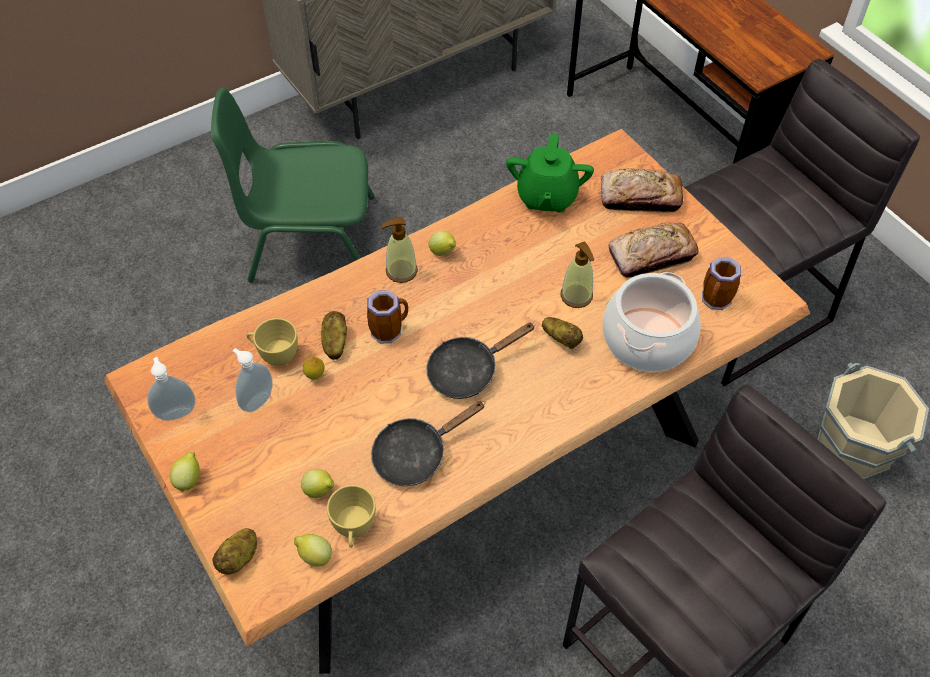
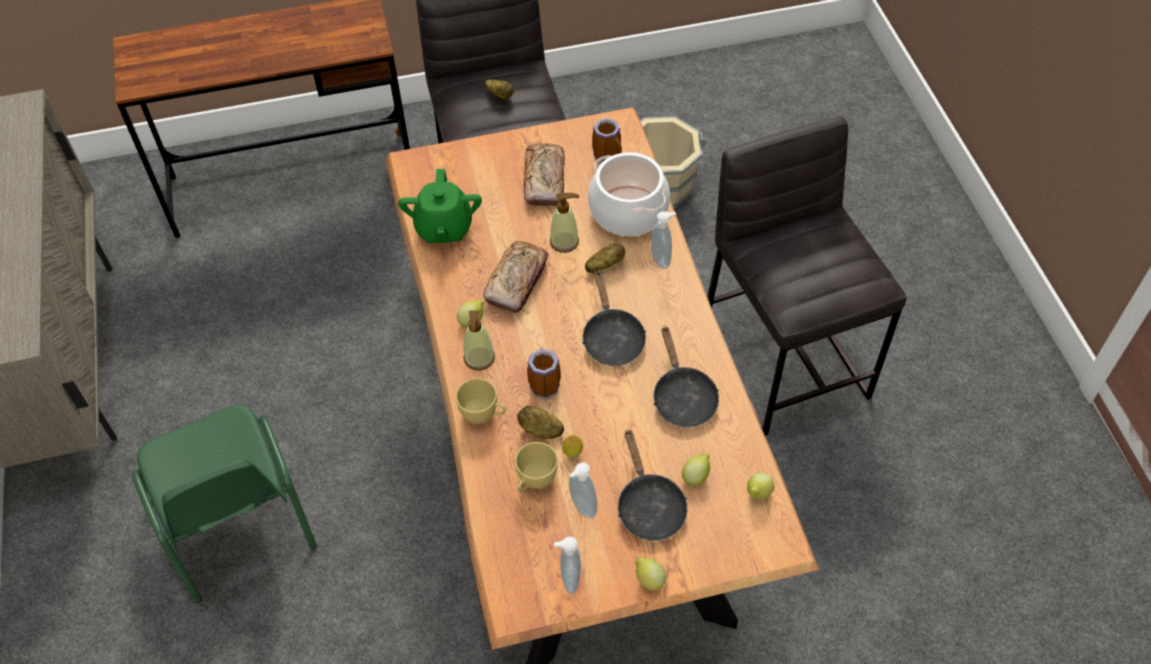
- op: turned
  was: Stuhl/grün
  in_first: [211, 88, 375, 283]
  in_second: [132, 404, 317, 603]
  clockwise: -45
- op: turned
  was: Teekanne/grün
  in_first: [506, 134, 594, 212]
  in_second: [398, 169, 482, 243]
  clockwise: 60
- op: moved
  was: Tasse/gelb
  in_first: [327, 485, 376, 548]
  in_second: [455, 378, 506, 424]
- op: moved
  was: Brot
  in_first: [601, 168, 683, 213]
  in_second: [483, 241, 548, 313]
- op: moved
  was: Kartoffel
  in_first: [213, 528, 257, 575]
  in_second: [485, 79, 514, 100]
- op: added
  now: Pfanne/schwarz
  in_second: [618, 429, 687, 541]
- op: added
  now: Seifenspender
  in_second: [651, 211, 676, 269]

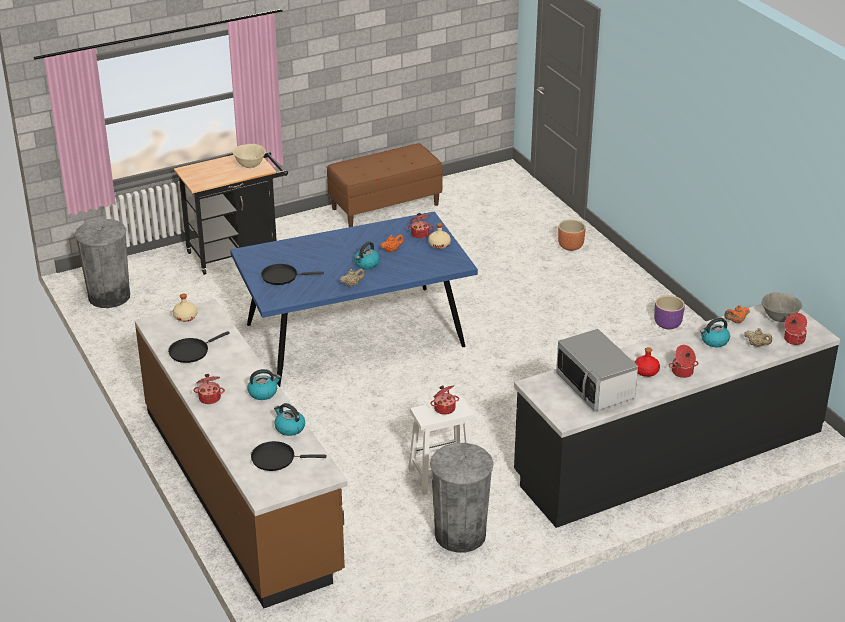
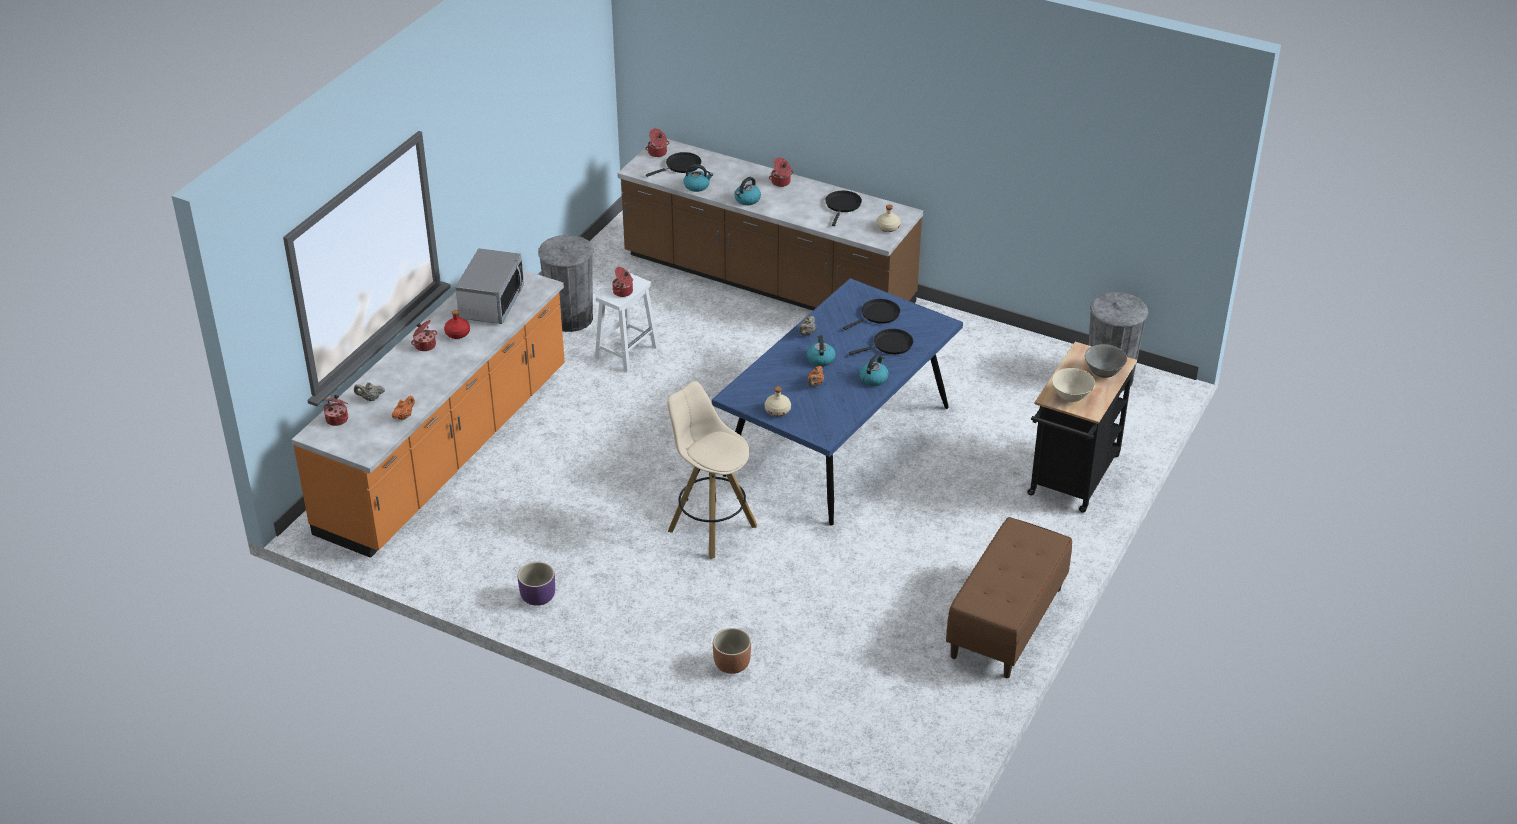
- op: recoloured
  was: Küchenzeile/schwarz
  now: Küchenzeile/orange
  in_first: [514, 304, 840, 528]
  in_second: [292, 270, 565, 558]
- op: turned
  was: Mikrowelle
  in_first: [556, 329, 638, 411]
  in_second: [455, 248, 524, 324]
  clockwise: 75
- op: moved
  was: Kochtopf
  in_first: [407, 213, 434, 239]
  in_second: [645, 128, 669, 157]
- op: added
  now: Hocker/beige
  in_second: [667, 381, 757, 559]
- op: added
  now: Pfanne/schwarz
  in_second: [849, 329, 913, 355]
- op: moved
  was: Wasserkessel
  in_first: [700, 318, 730, 347]
  in_second: [859, 354, 889, 386]
- op: moved
  was: Schüssel/grau
  in_first: [762, 292, 802, 322]
  in_second: [1085, 344, 1127, 378]

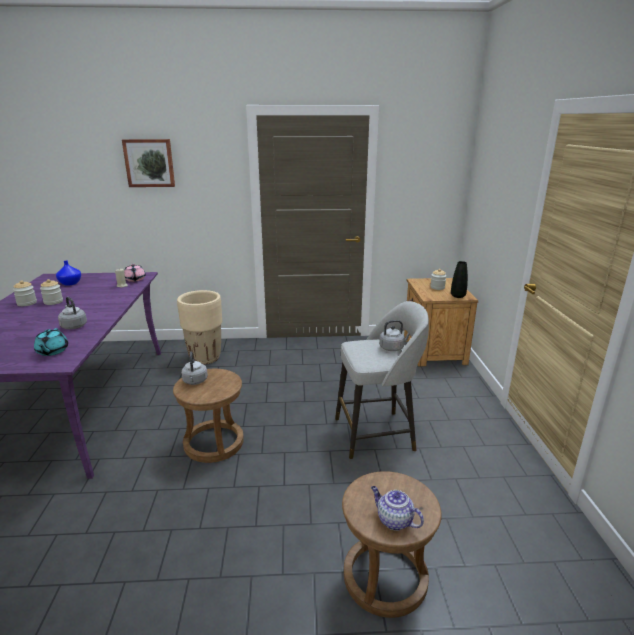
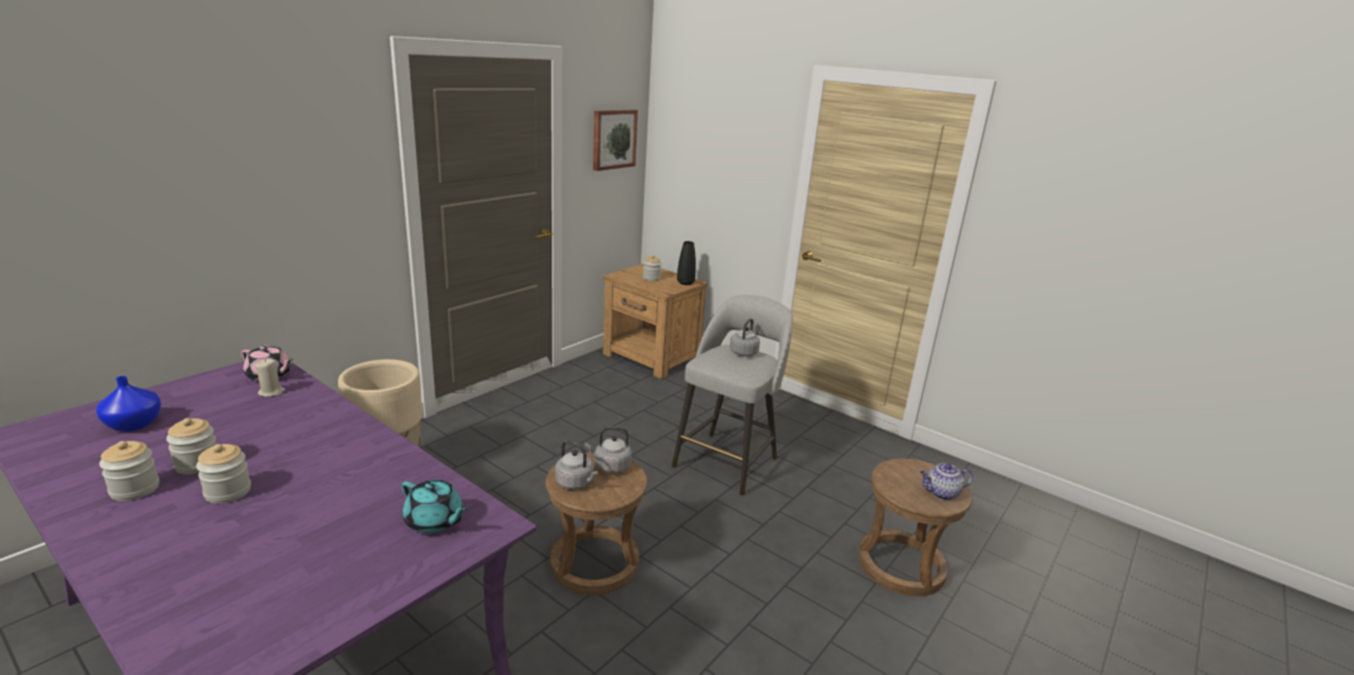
- op: added
  now: Vorratsglas
  in_second: [196, 444, 251, 504]
- op: moved
  was: Wasserkessel/grau
  in_first: [58, 297, 87, 329]
  in_second: [585, 426, 632, 474]
- op: moved
  was: Bild
  in_first: [122, 139, 175, 187]
  in_second: [593, 109, 638, 171]

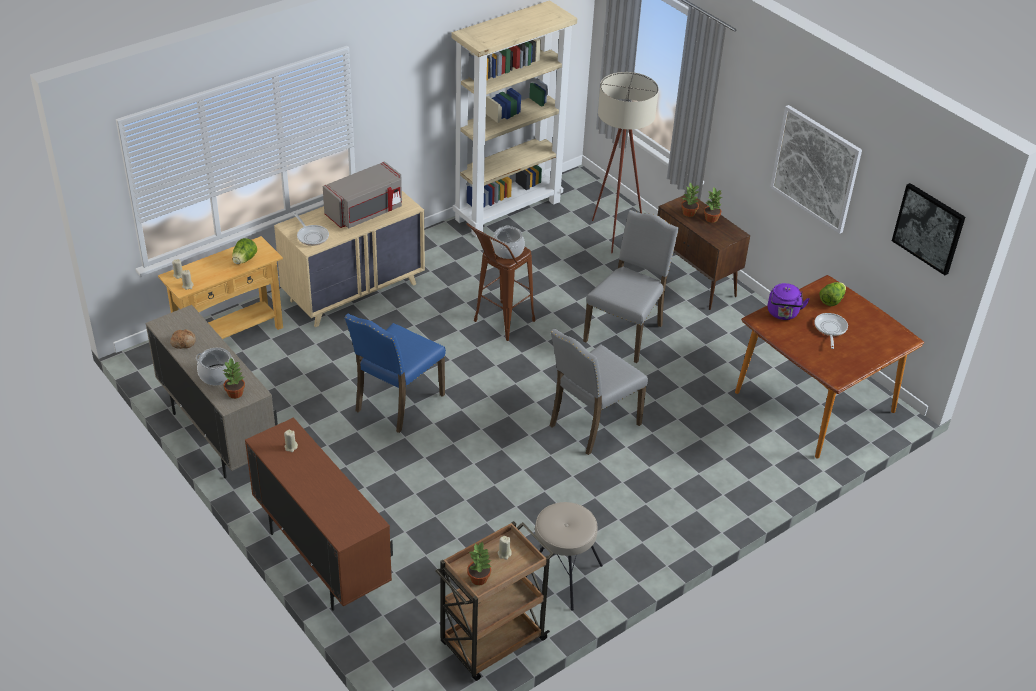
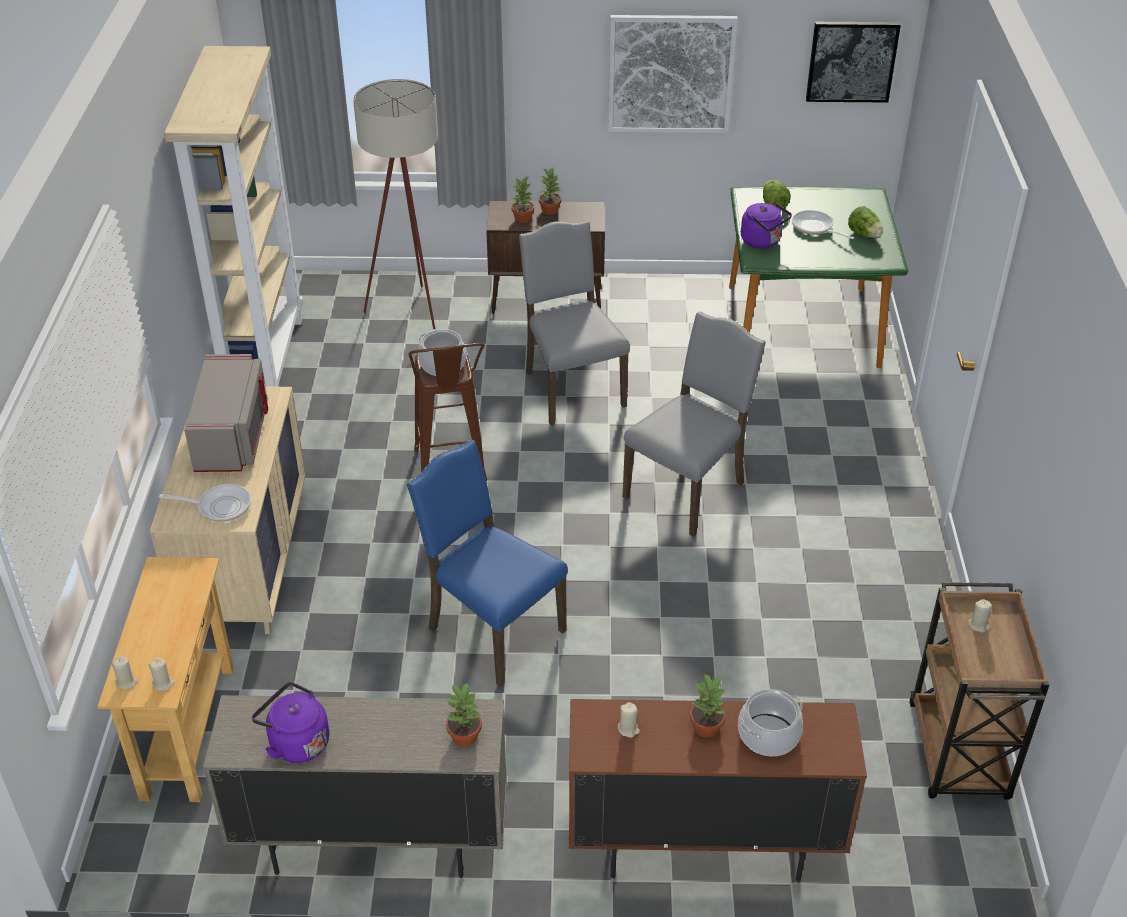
- op: replaced
  was: Brot
  now: Wasserkessel/lila
  in_first: [170, 329, 196, 349]
  in_second: [252, 682, 329, 763]
- op: turned
  was: Stuhl/blau
  in_first: [345, 314, 446, 433]
  in_second: [407, 440, 568, 687]
  clockwise: 150
- op: turned
  was: Stuhl/grau
  in_first: [550, 328, 648, 455]
  in_second: [622, 311, 766, 537]
  clockwise: -135
- op: moved
  was: Topfpflanze
  in_first: [467, 541, 492, 585]
  in_second: [690, 673, 726, 738]
- op: recoloured
  was: Esstisch/braun
  now: Esstisch/grün
  in_first: [735, 275, 924, 459]
  in_second: [729, 186, 909, 368]
- op: moved
  was: Kochtopf
  in_first: [196, 348, 235, 386]
  in_second: [738, 689, 803, 756]
- op: moved
  was: Salatkopf
  in_first: [232, 238, 257, 264]
  in_second: [848, 206, 883, 238]
- op: removed
  was: Hocker/beige
  in_first: [526, 502, 603, 611]

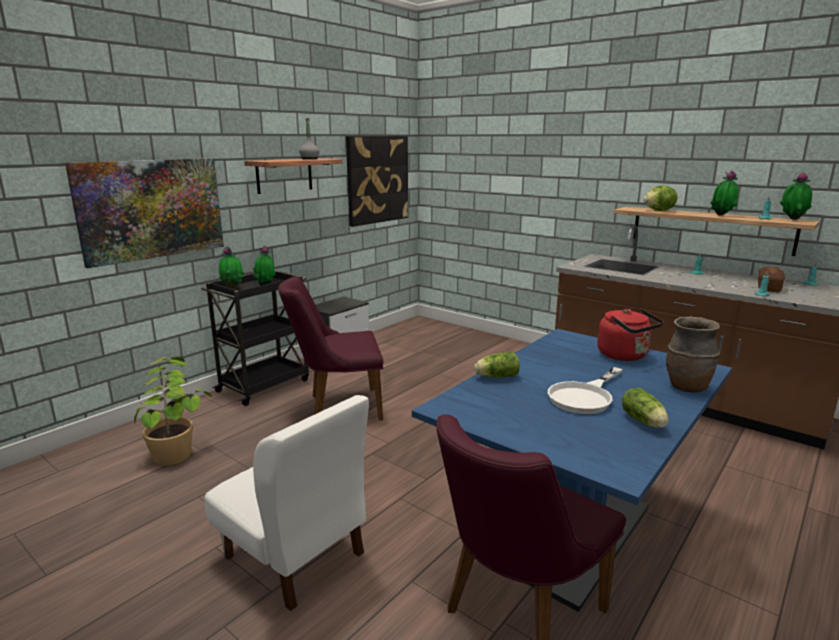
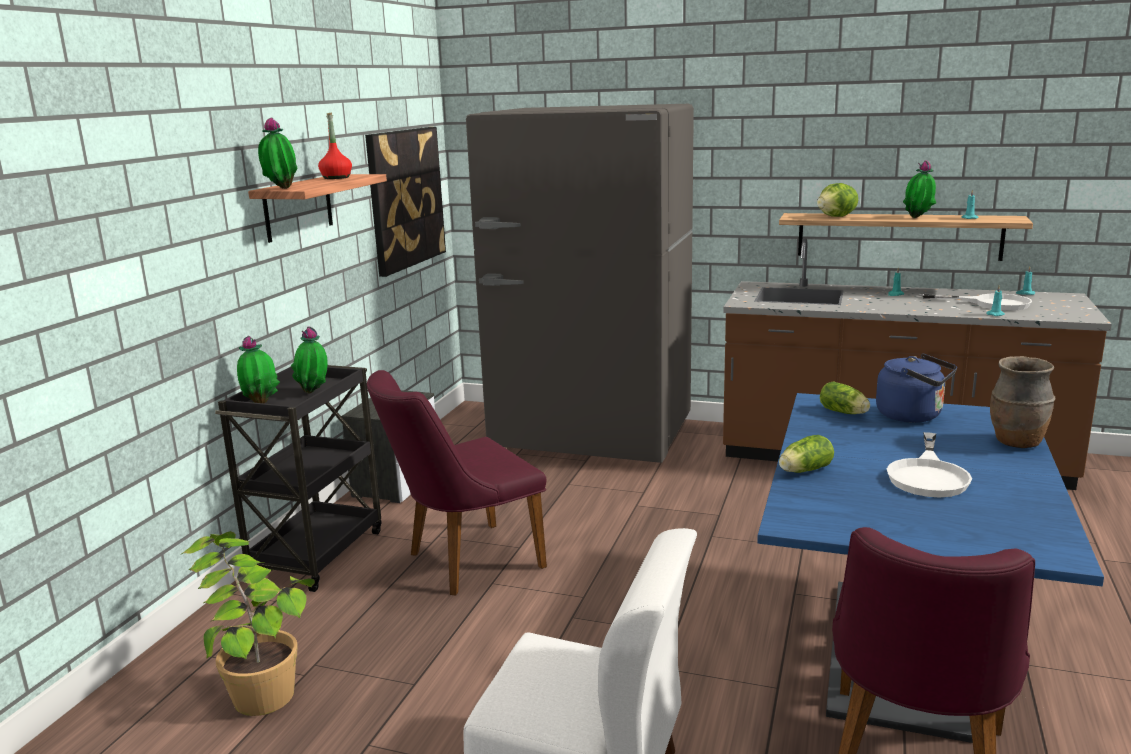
- op: moved
  was: Topfpflanze
  in_first: [780, 172, 812, 220]
  in_second: [258, 117, 297, 189]
- op: recoloured
  was: Flasche/grau
  now: Flasche/rot
  in_first: [299, 118, 320, 159]
  in_second: [318, 113, 352, 179]
- op: added
  now: Kühlschrank/grau
  in_second: [466, 104, 694, 463]
- op: moved
  was: Salatkopf
  in_first: [622, 388, 669, 428]
  in_second: [820, 381, 870, 414]
- op: recoloured
  was: Wasserkessel/rot
  now: Wasserkessel/blau
  in_first: [597, 309, 664, 361]
  in_second: [876, 353, 957, 423]
- op: replaced
  was: Brot
  now: Pfanne/weiß
  in_first: [758, 267, 785, 292]
  in_second: [922, 293, 1032, 311]
- op: removed
  was: Bild
  in_first: [65, 158, 224, 268]

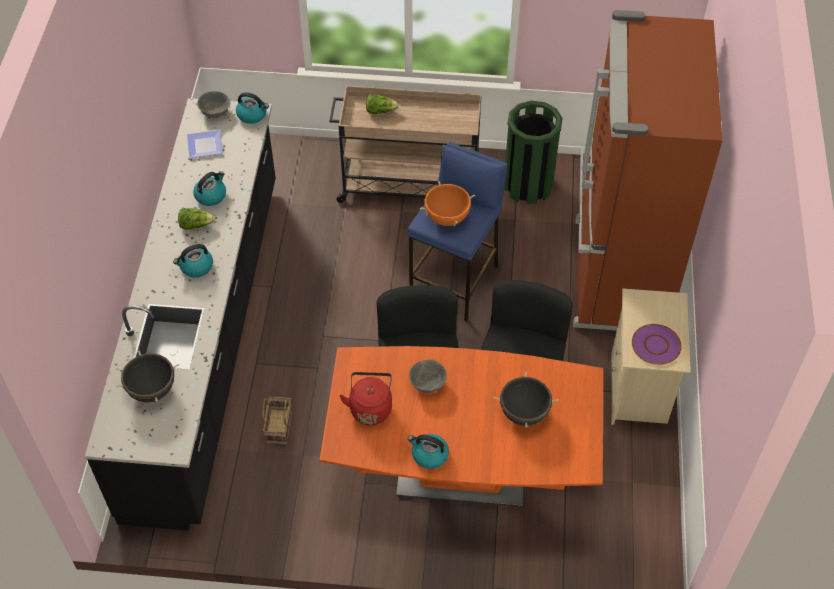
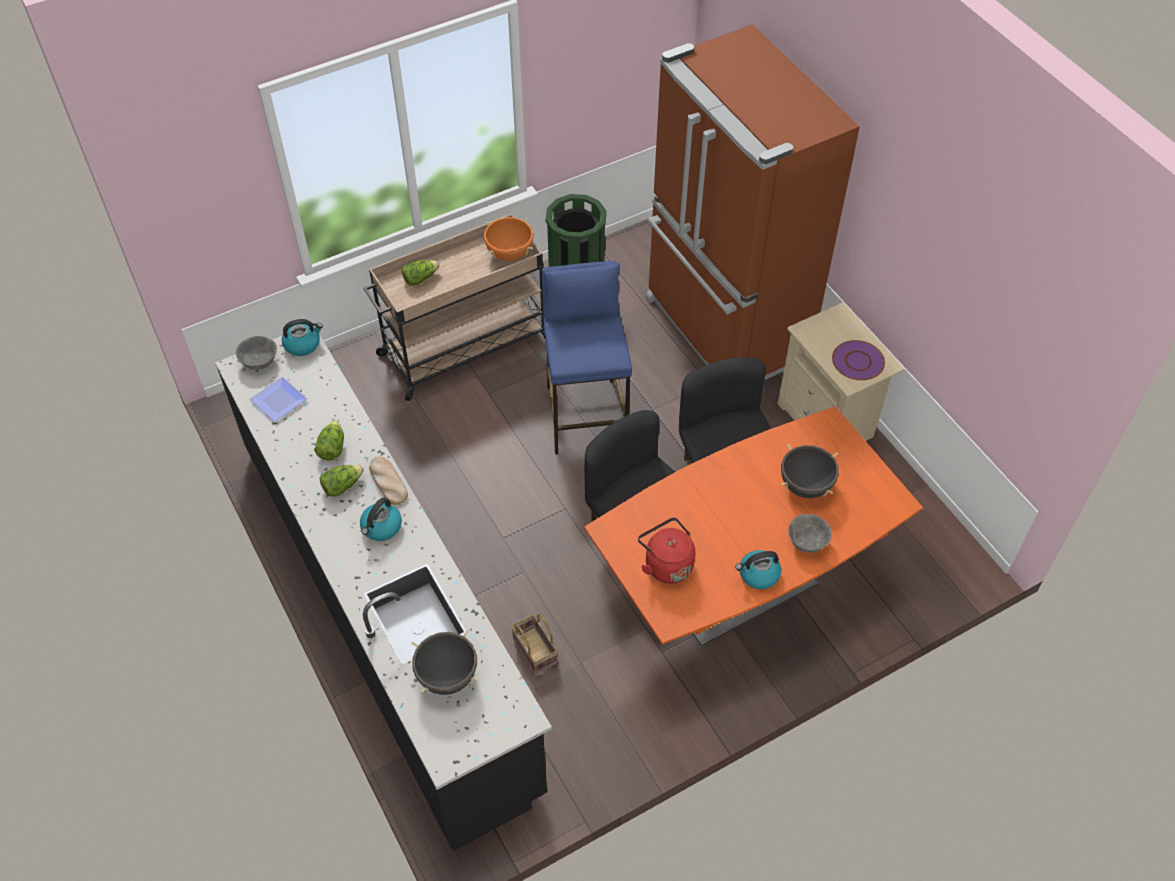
- op: replaced
  was: Wasserkessel
  now: Salatkopf
  in_first: [193, 171, 226, 206]
  in_second: [314, 420, 344, 461]
- op: added
  now: Brot
  in_second: [369, 456, 408, 505]
- op: moved
  was: Kochtopf/orange
  in_first: [420, 181, 475, 226]
  in_second: [484, 217, 533, 261]
- op: moved
  was: Schüssel/grau
  in_first: [409, 359, 447, 393]
  in_second: [788, 514, 832, 553]

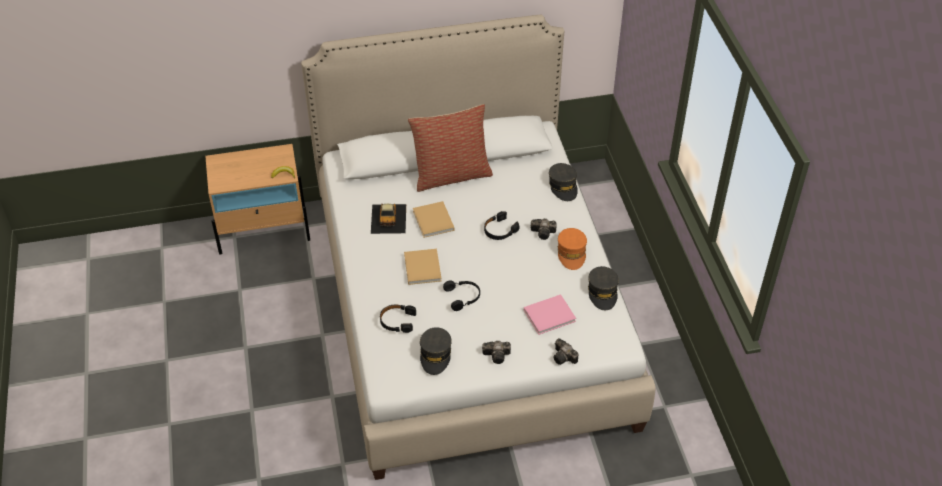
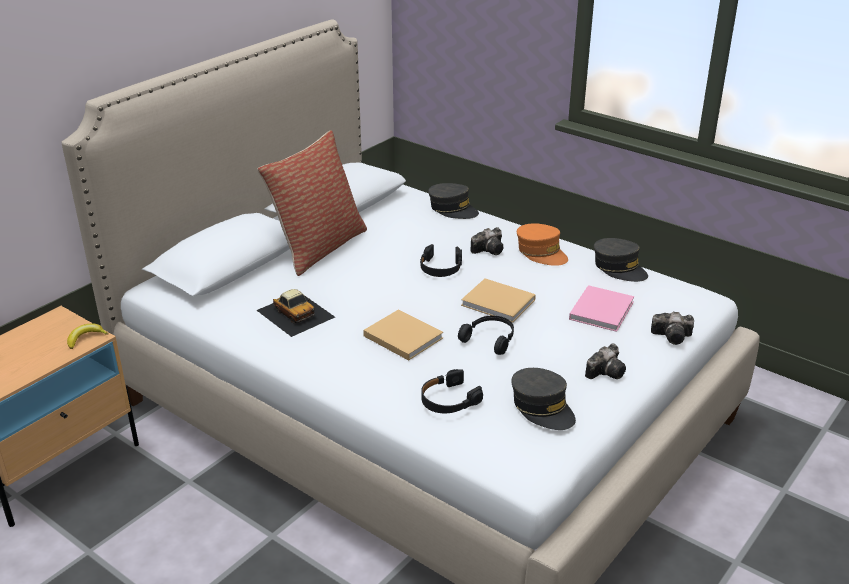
- op: moved
  was: Buch/beige
  in_first: [413, 201, 454, 238]
  in_second: [461, 279, 536, 323]

